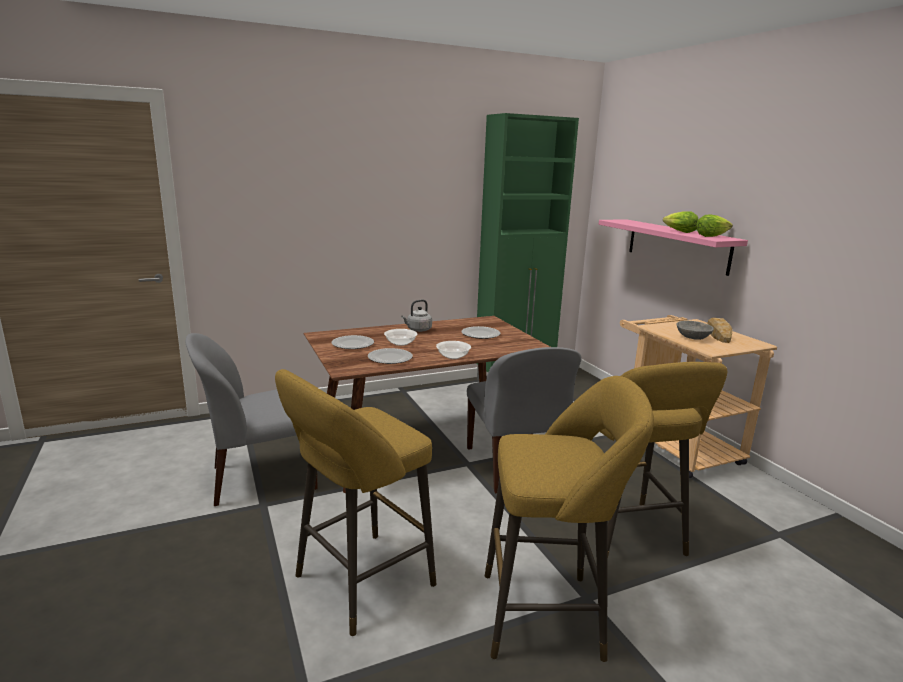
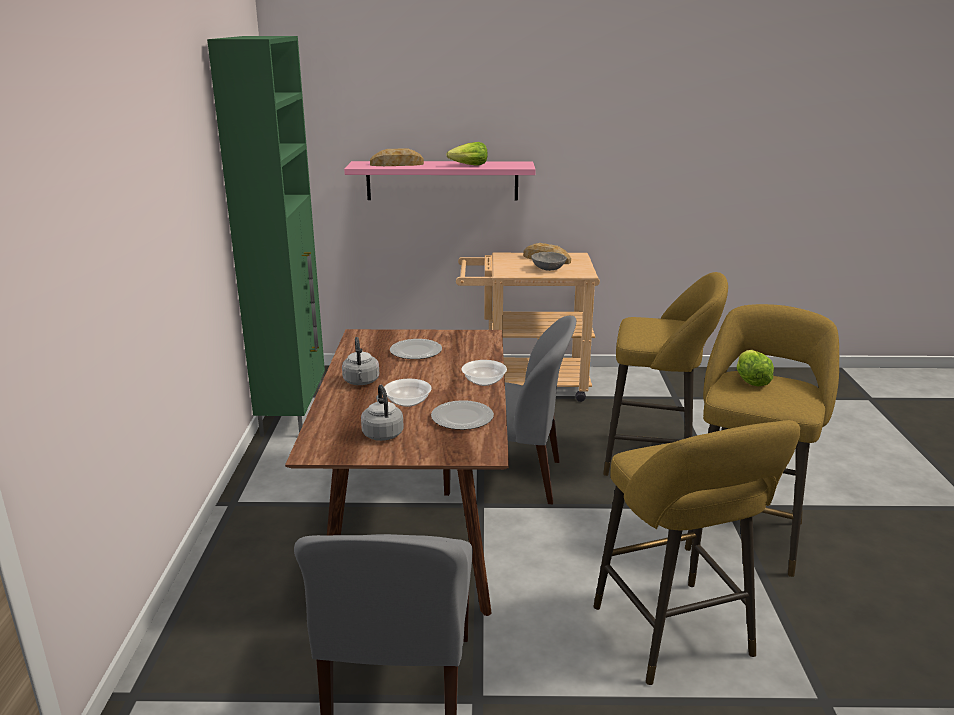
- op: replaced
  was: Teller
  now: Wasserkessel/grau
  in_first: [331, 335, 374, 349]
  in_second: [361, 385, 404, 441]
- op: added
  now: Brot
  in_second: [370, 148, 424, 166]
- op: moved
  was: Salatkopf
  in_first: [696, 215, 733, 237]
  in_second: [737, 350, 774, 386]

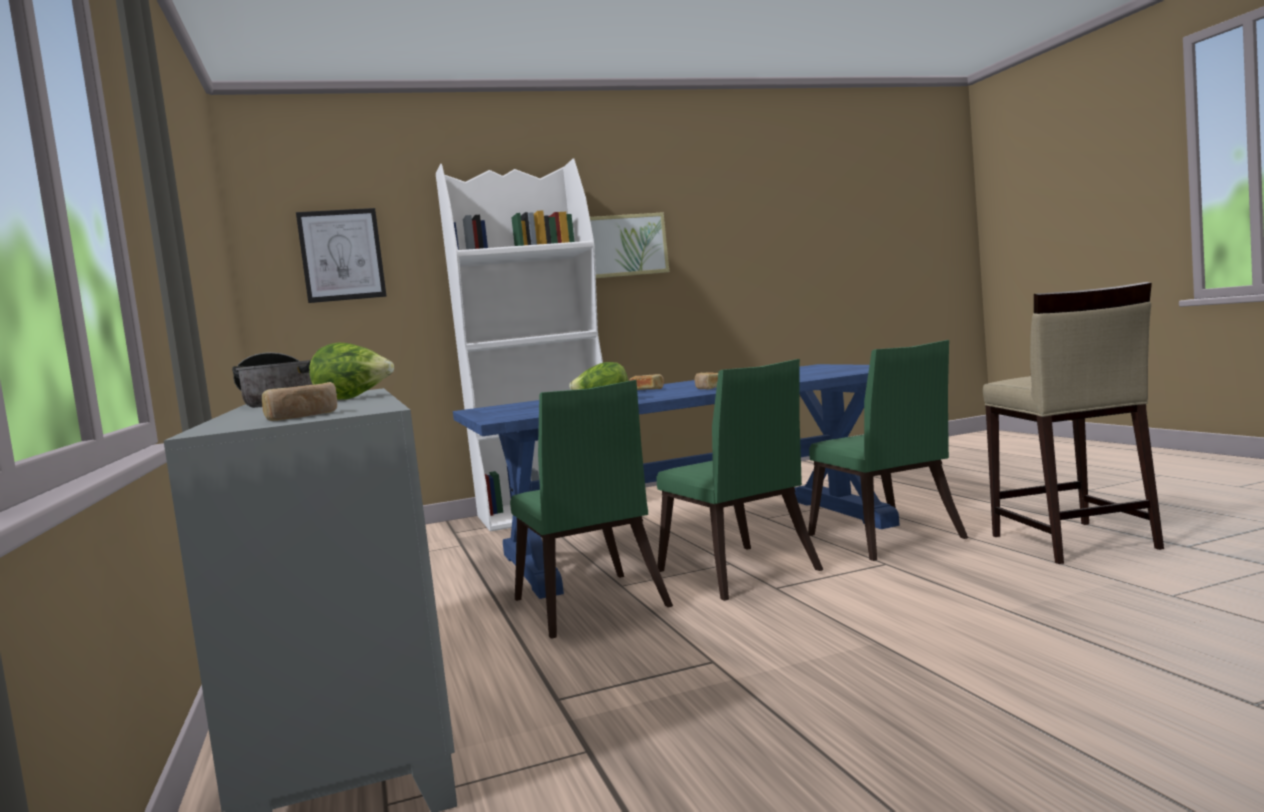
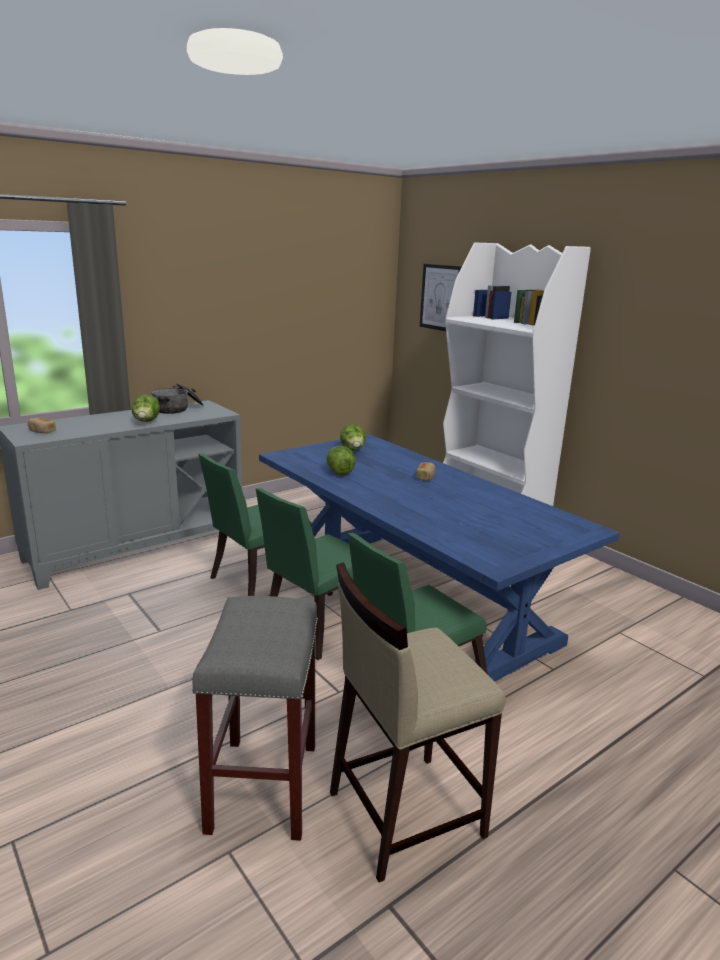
- op: added
  now: Hocker/grau
  in_second: [192, 596, 318, 841]
- op: added
  now: Salatkopf
  in_second: [340, 424, 366, 450]
- op: removed
  was: Bild
  in_first: [590, 212, 669, 278]
- op: removed
  was: Brot
  in_first: [695, 372, 718, 390]

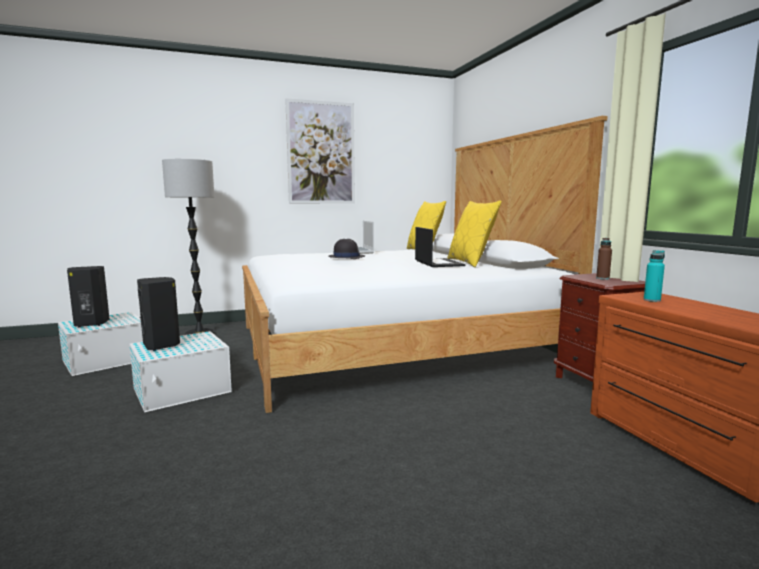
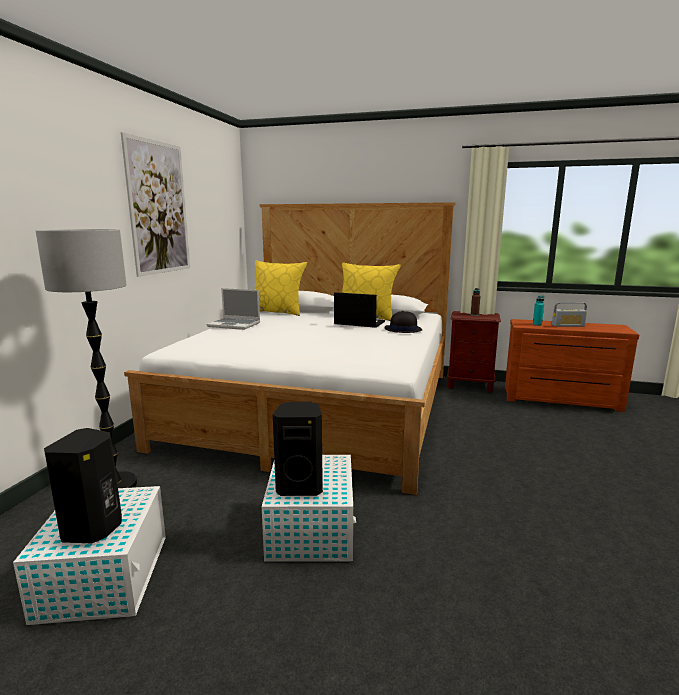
- op: moved
  was: Hut/schwarz
  in_first: [328, 239, 365, 259]
  in_second: [385, 311, 422, 333]
- op: added
  now: Radio
  in_second: [552, 302, 587, 327]

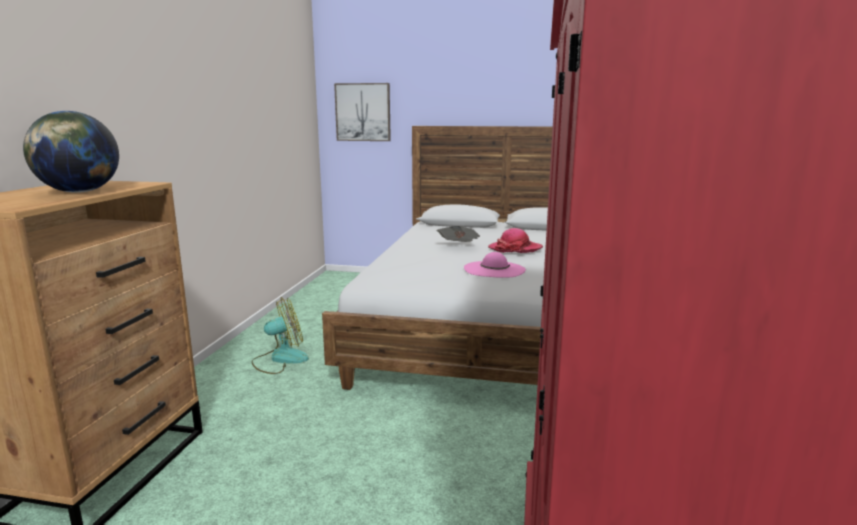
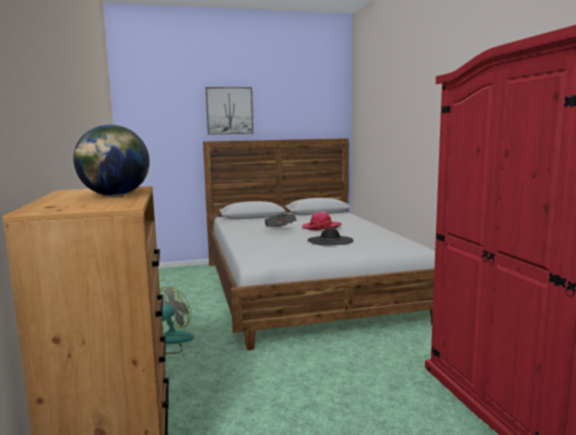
- op: moved
  was: Bild
  in_first: [334, 83, 391, 141]
  in_second: [206, 87, 253, 135]
- op: recoloured
  was: Hut/rosa
  now: Hut/schwarz
  in_first: [464, 252, 526, 278]
  in_second: [308, 228, 353, 246]

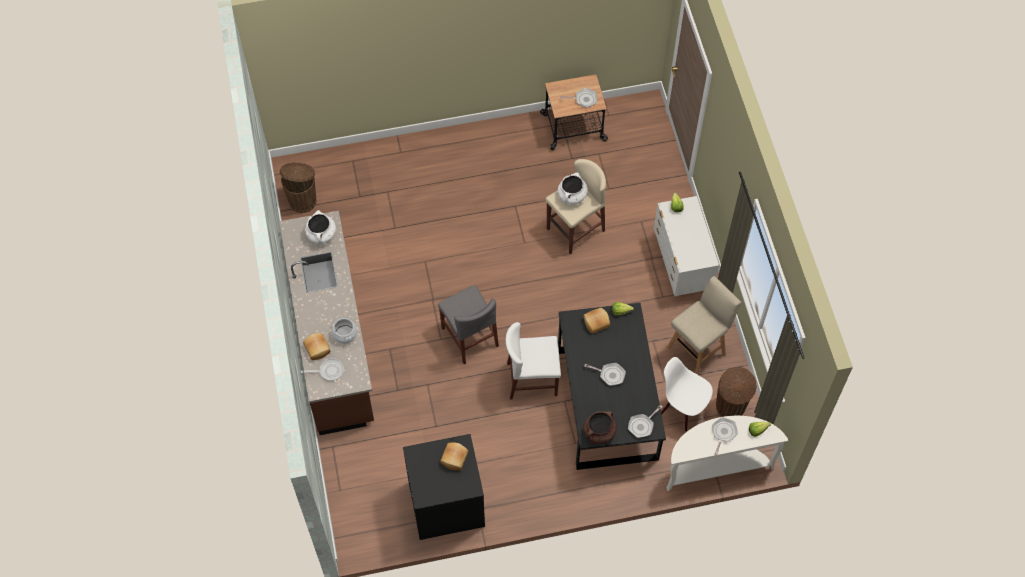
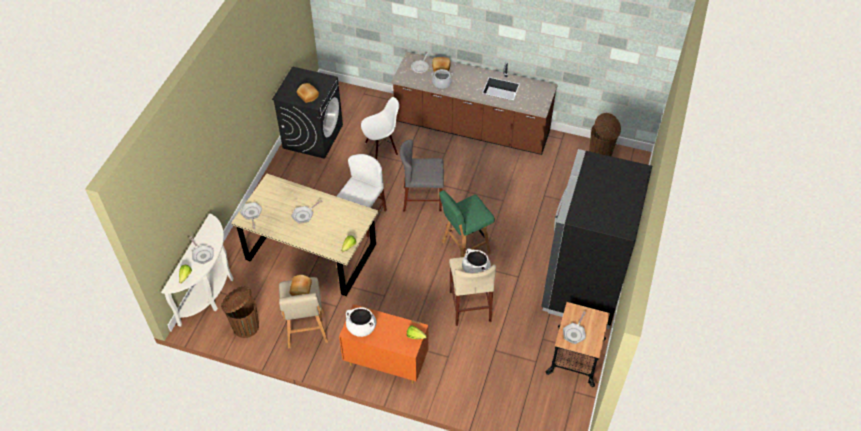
- op: recoloured
  was: Esstisch/schwarz
  now: Esstisch/beige
  in_first: [558, 303, 666, 470]
  in_second: [231, 174, 378, 296]
- op: moved
  was: Brot
  in_first: [583, 308, 610, 334]
  in_second: [289, 275, 312, 296]
- op: recoloured
  was: Kommode/weiß
  now: Kommode/orange
  in_first: [654, 196, 719, 299]
  in_second: [339, 304, 428, 384]
- op: moved
  was: Kochtopf/weiß
  in_first: [305, 210, 336, 244]
  in_second: [346, 307, 376, 337]
- op: moved
  was: Stuhl/weiß
  in_first: [661, 357, 713, 431]
  in_second: [361, 97, 399, 160]
- op: added
  now: Hocker/grün
  in_second: [439, 190, 495, 257]
- op: added
  now: Kühlschrank/schwarz
  in_second: [541, 149, 652, 329]
- op: removed
  was: Kochtopf/braun
  in_first: [583, 411, 617, 444]

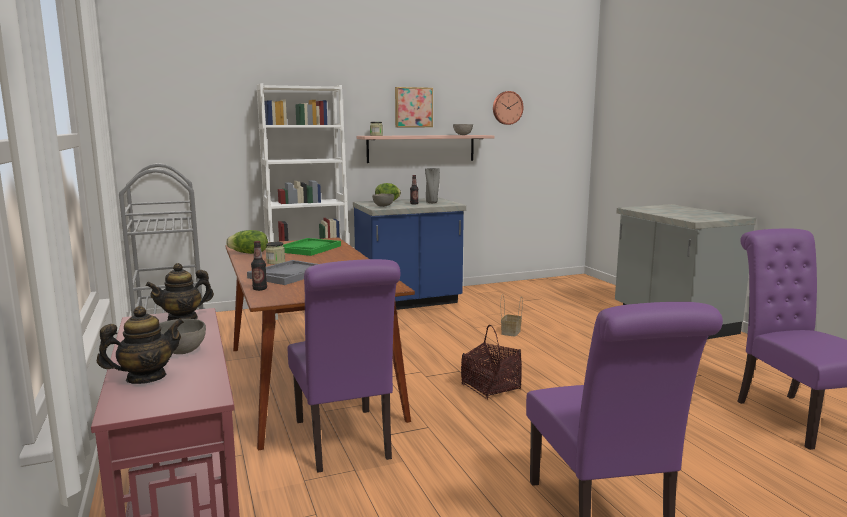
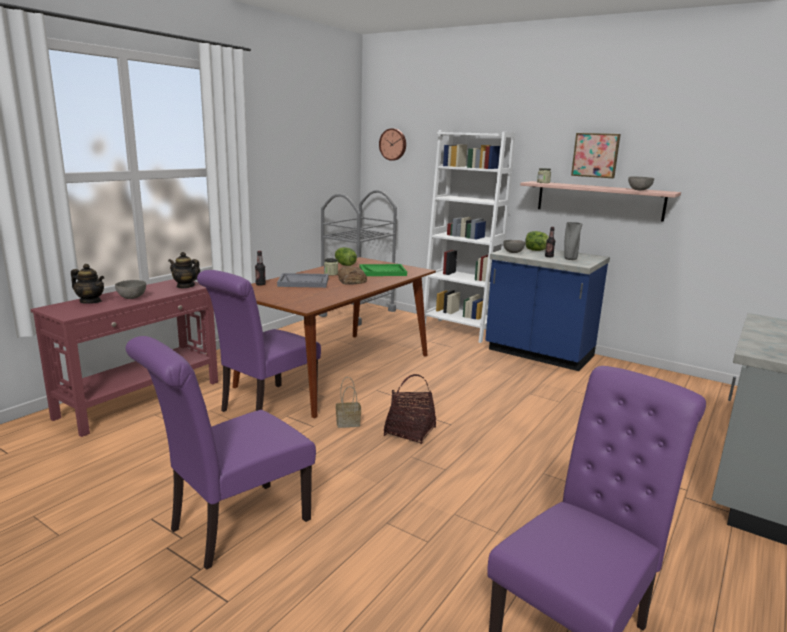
- op: moved
  was: Korb
  in_first: [501, 294, 523, 337]
  in_second: [336, 377, 361, 428]
- op: added
  now: Brot
  in_second: [338, 266, 367, 285]
- op: moved
  was: Wanduhr
  in_first: [493, 91, 524, 125]
  in_second: [379, 128, 406, 161]

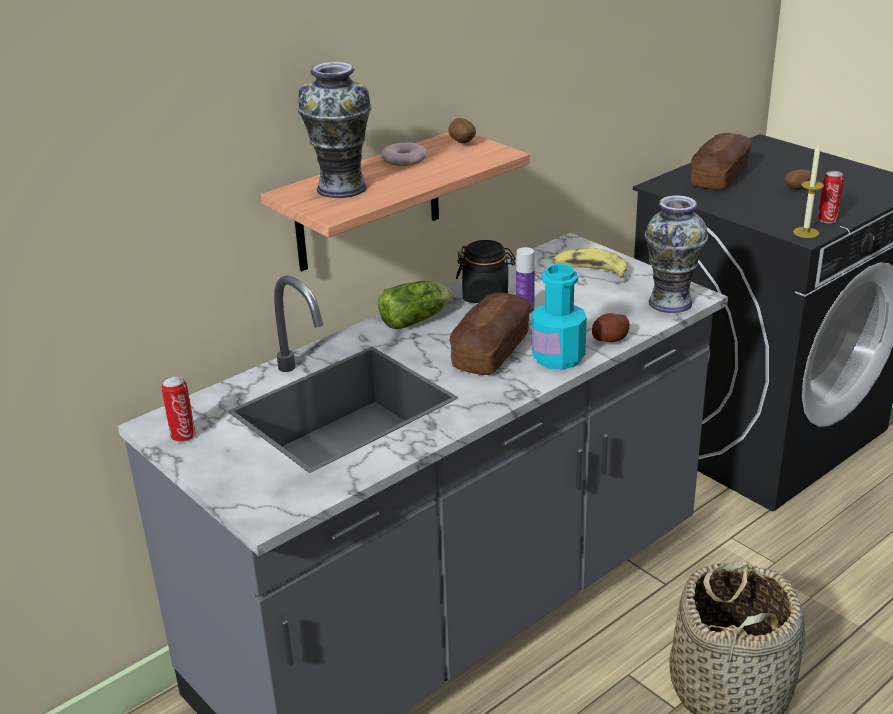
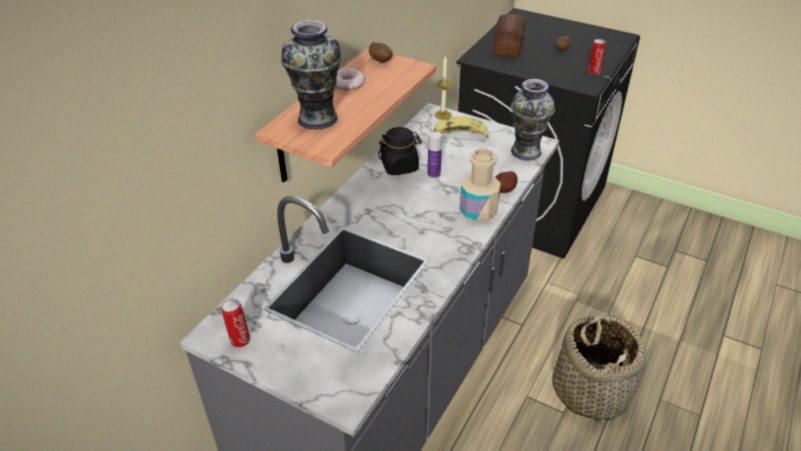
- op: moved
  was: Kerze
  in_first: [793, 143, 824, 238]
  in_second: [435, 55, 452, 120]
- op: recoloured
  was: Flasche/türkis
  now: Flasche/beige
  in_first: [532, 264, 587, 370]
  in_second: [460, 148, 501, 222]
- op: removed
  was: Salatkopf
  in_first: [378, 281, 451, 329]
- op: removed
  was: Brot
  in_first: [450, 293, 531, 375]

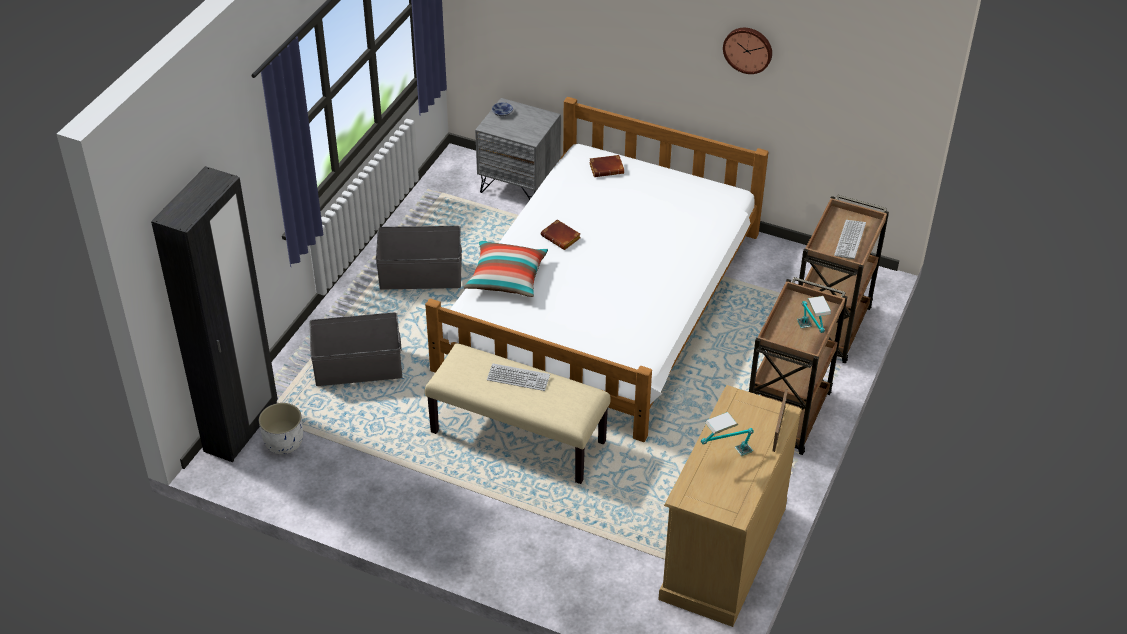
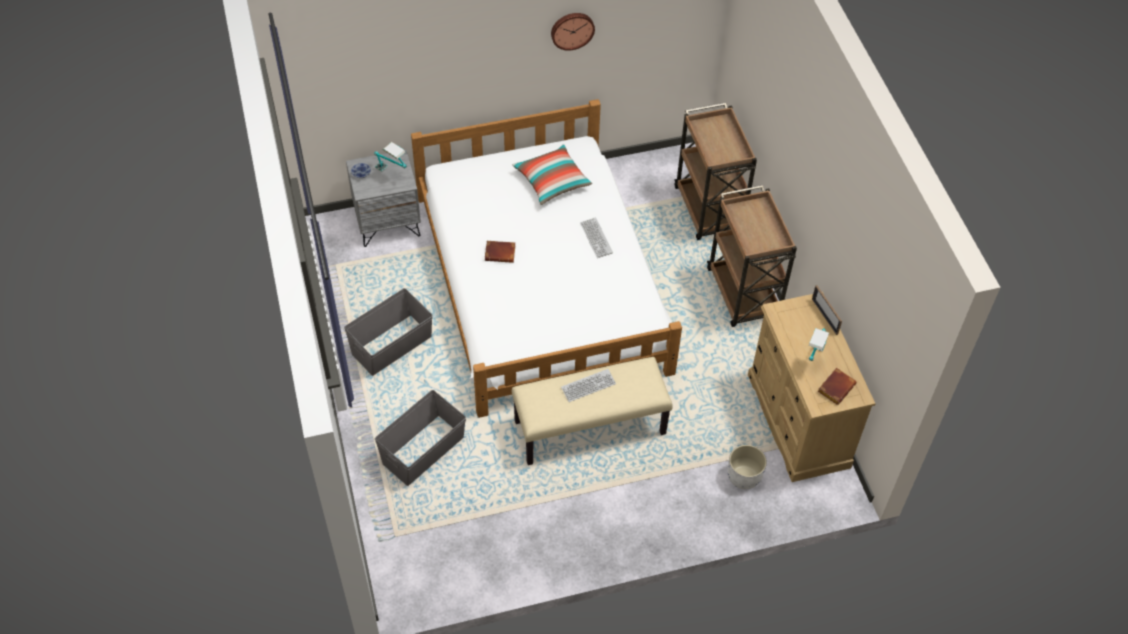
- op: moved
  was: Tischlampe
  in_first: [797, 296, 831, 333]
  in_second: [374, 142, 407, 172]
- op: moved
  was: Kissen
  in_first: [464, 240, 548, 297]
  in_second: [512, 144, 592, 205]
- op: moved
  was: Tastatur
  in_first: [834, 220, 866, 259]
  in_second: [580, 217, 613, 258]
- op: moved
  was: Pflanzkübel/weiß
  in_first: [259, 403, 303, 454]
  in_second: [728, 445, 767, 489]
- op: moved
  was: Buch/braun
  in_first: [589, 155, 624, 177]
  in_second: [818, 368, 856, 405]
- op: removed
  was: Kleiderschrank/schwarz
  in_first: [151, 166, 278, 462]

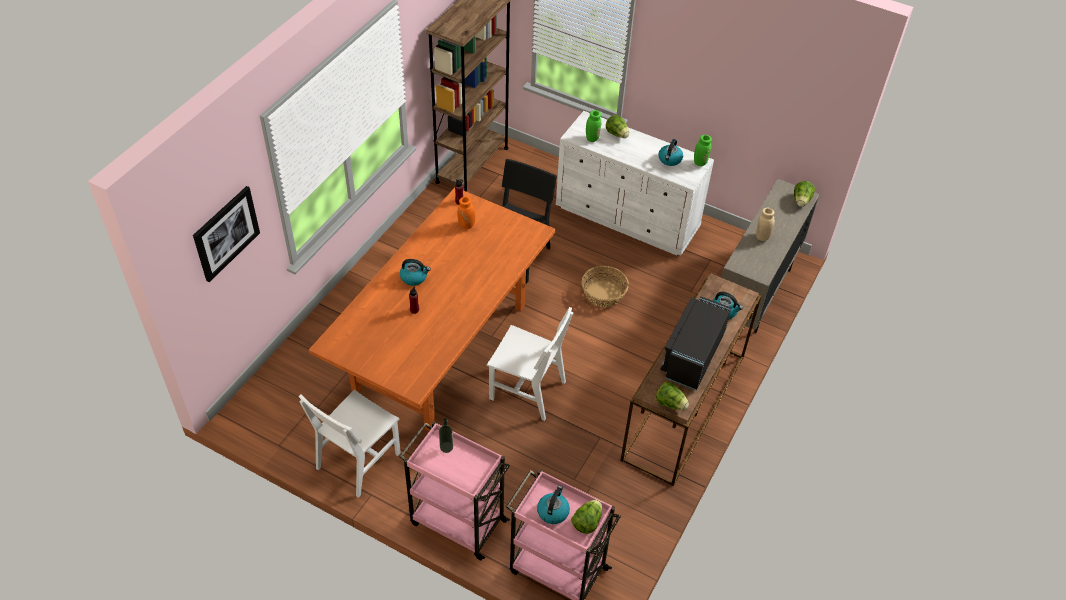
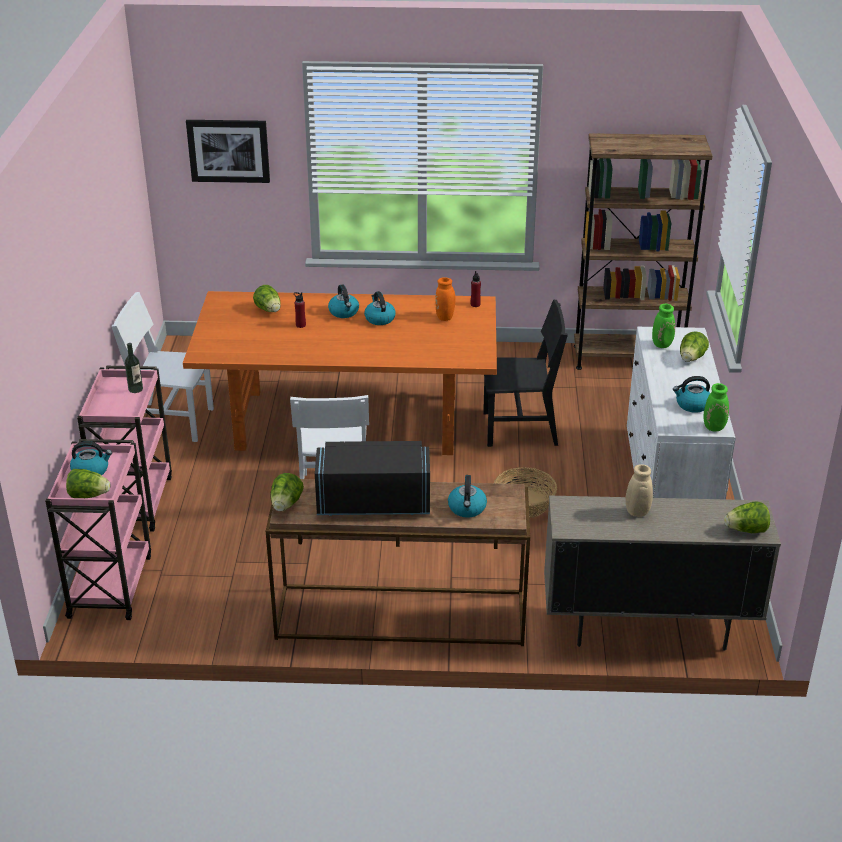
- op: added
  now: Salatkopf
  in_second: [253, 285, 281, 312]
- op: added
  now: Wasserkessel
  in_second: [364, 291, 396, 325]

